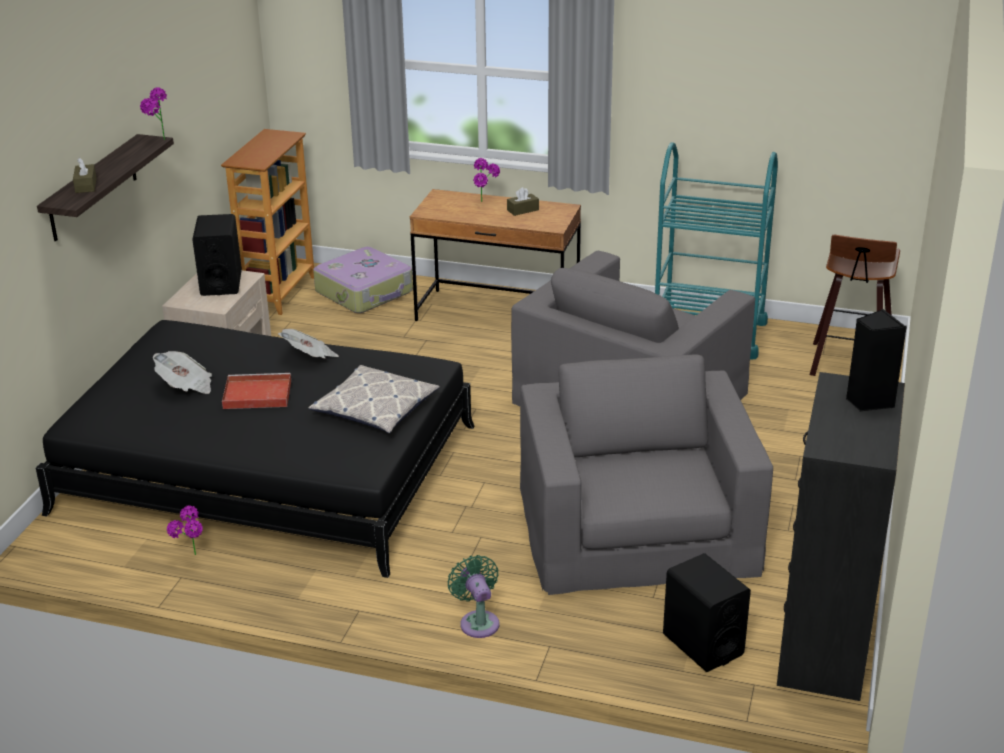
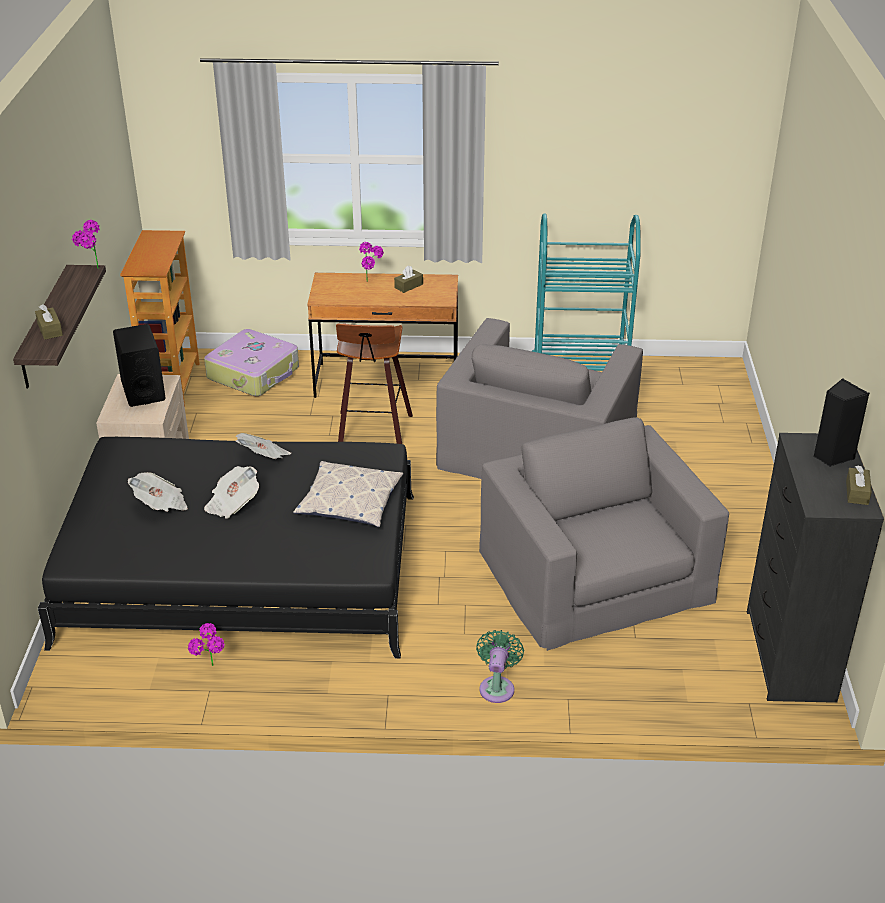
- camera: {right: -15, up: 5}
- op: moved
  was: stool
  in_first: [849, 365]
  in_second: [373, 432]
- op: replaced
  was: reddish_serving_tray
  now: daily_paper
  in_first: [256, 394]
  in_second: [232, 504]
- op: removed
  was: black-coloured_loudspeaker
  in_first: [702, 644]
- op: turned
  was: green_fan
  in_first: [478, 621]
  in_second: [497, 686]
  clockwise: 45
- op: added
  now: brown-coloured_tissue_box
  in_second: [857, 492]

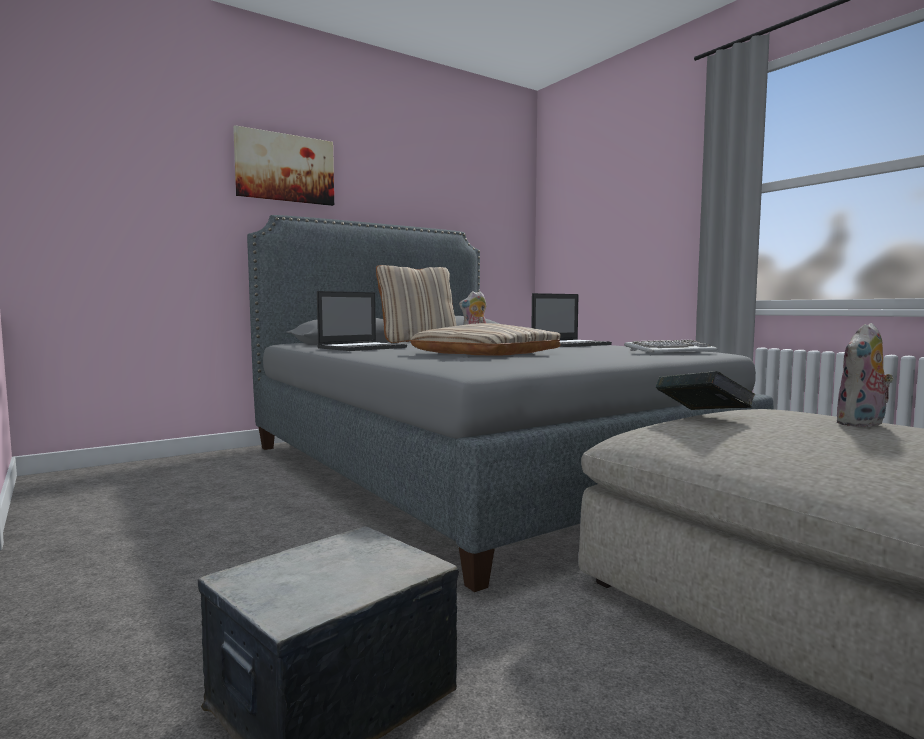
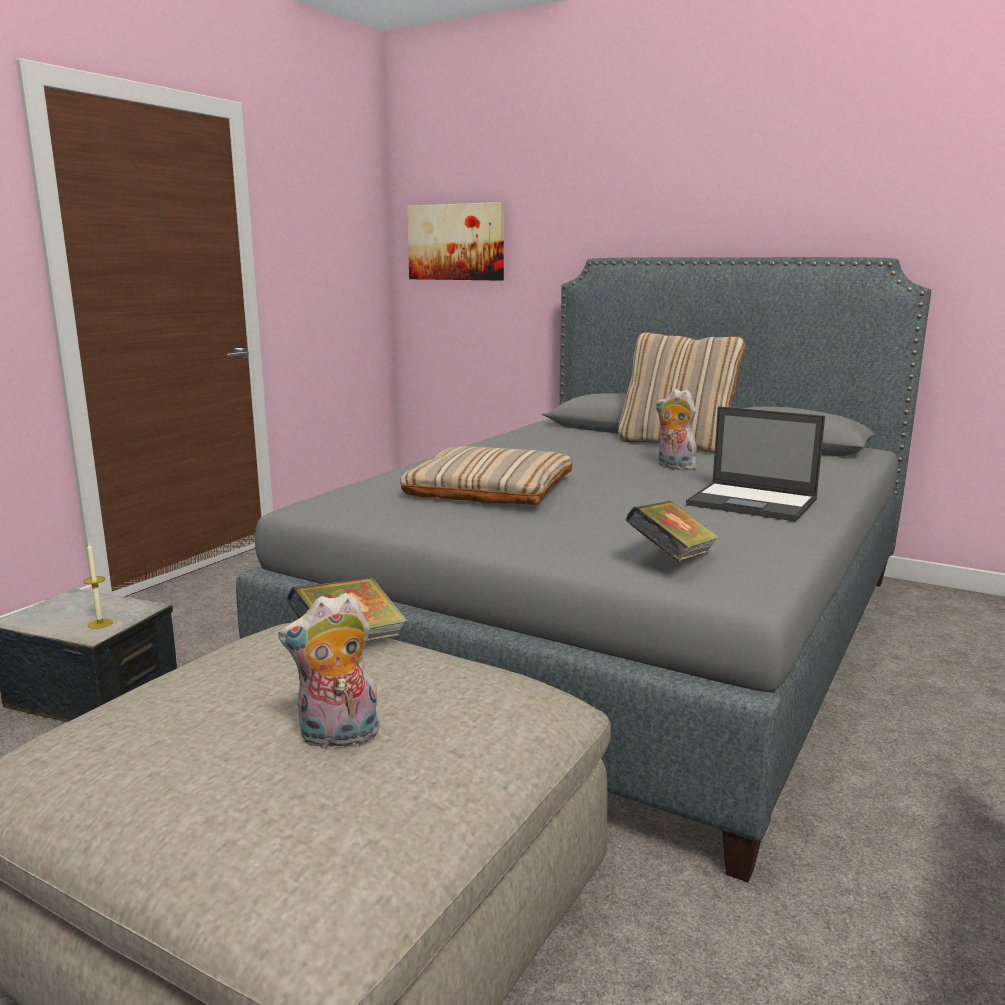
- camera: {right: 65, up: 10}
- op: moved
  was: picture
  in_first: [285, 168]
  in_second: [456, 242]
- op: removed
  was: laptop
  in_first: [363, 348]
- op: turned
  was: soft_toy
  in_first: [862, 424]
  in_second: [338, 738]
  clockwise: -45
- op: replaced
  was: PC_keyboard
  now: book
  in_first: [670, 351]
  in_second: [672, 559]
- op: added
  now: wax_light
  in_second: [100, 623]

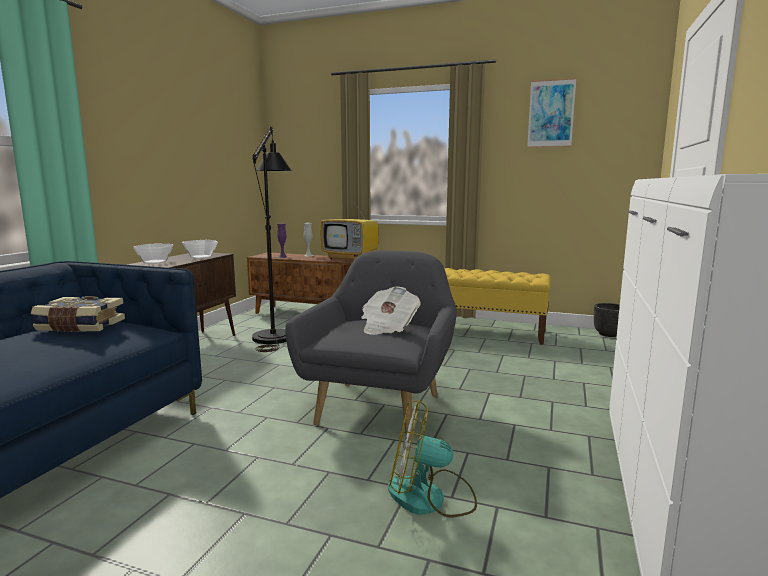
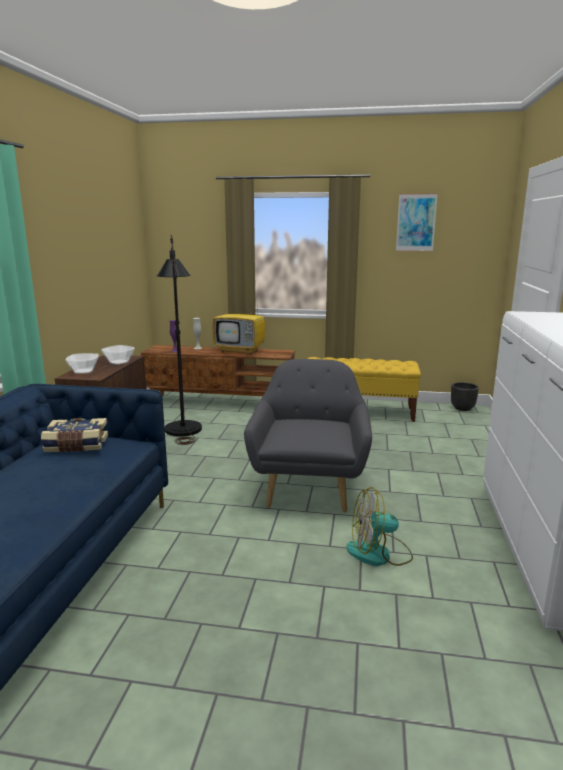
- camera: {right: -10, up: 5}
- op: removed
  was: daily_paper
  in_first: [388, 327]

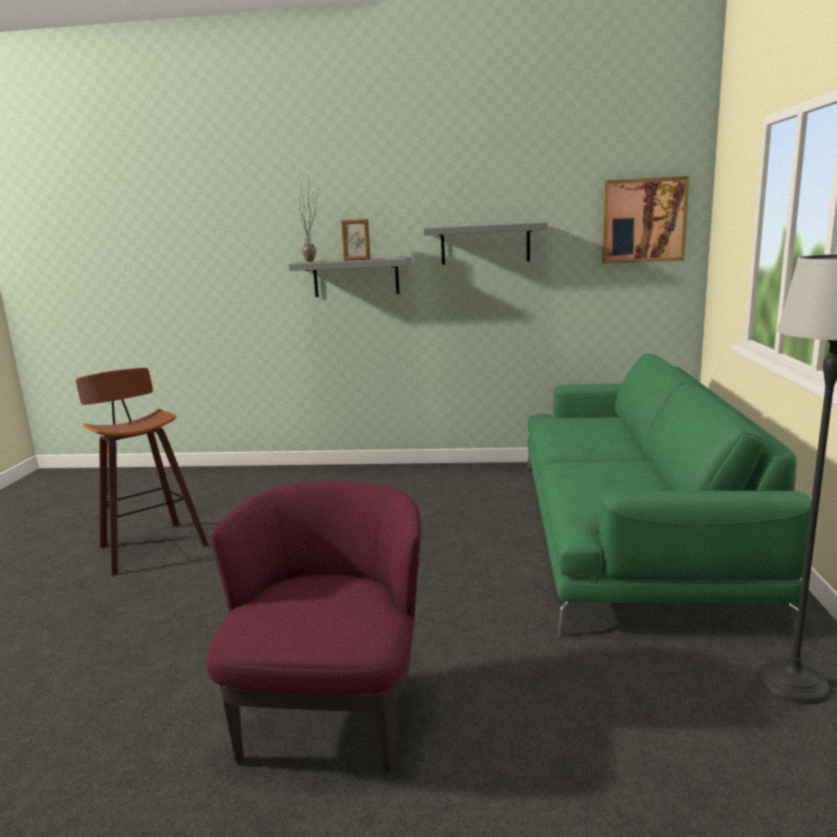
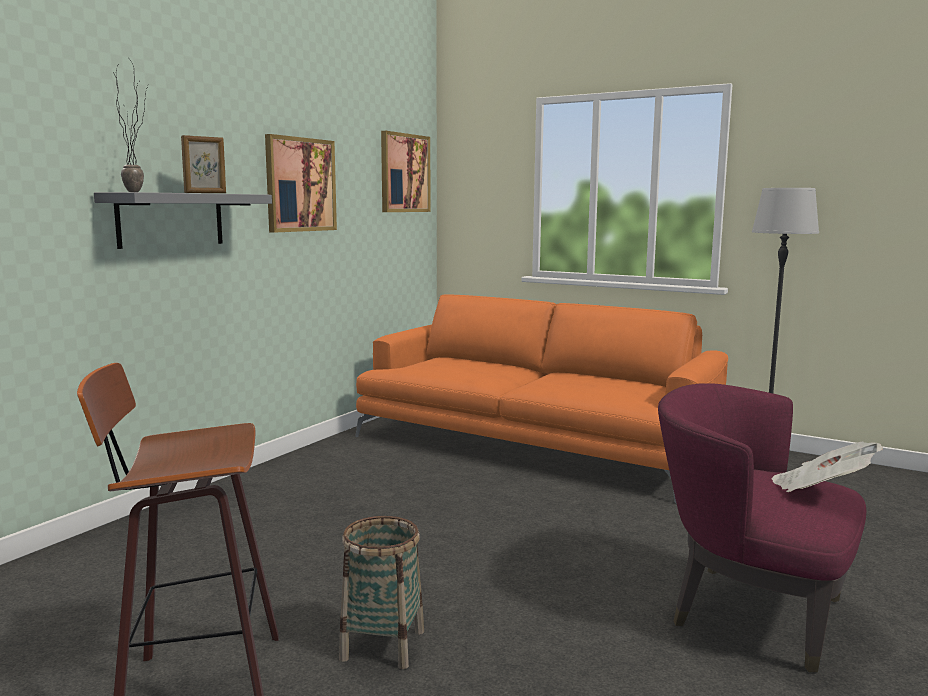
- camera: {right: -65, up: -5}
- op: replaced
  was: gray_wall_shelf
  now: picture
  in_first: [485, 244]
  in_second: [300, 185]
- op: recoloured
  was: green_sofa
  now: orange-coloured_sofa
  in_first: [628, 531]
  in_second: [535, 442]
- op: added
  now: daily_paper
  in_second: [820, 490]
- op: added
  now: basket
  in_second: [382, 645]

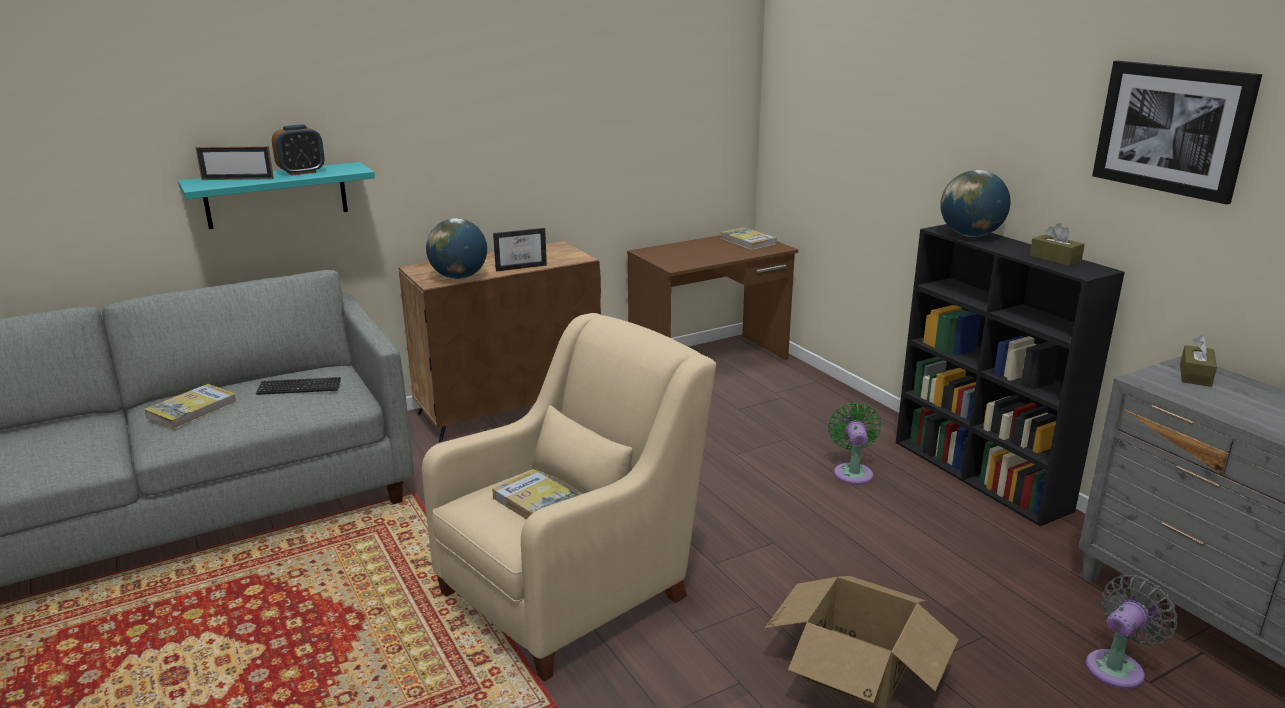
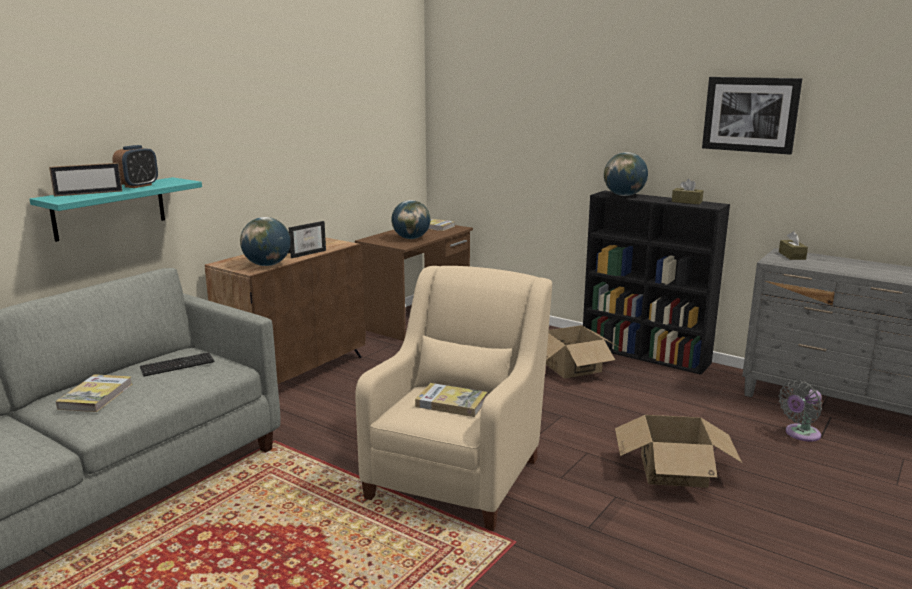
- camera: {right: -25, up: -5}
- op: replaced
  was: green_fan
  now: packing_box
  in_first: [852, 472]
  in_second: [571, 367]
- op: turned
  was: gray_fan
  in_first: [1118, 667]
  in_second: [800, 434]
  clockwise: -150
- op: added
  now: world_globe
  in_second: [411, 238]

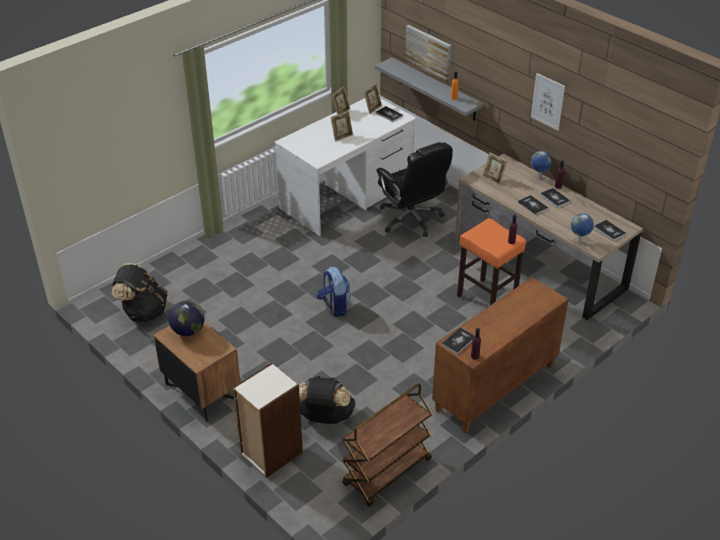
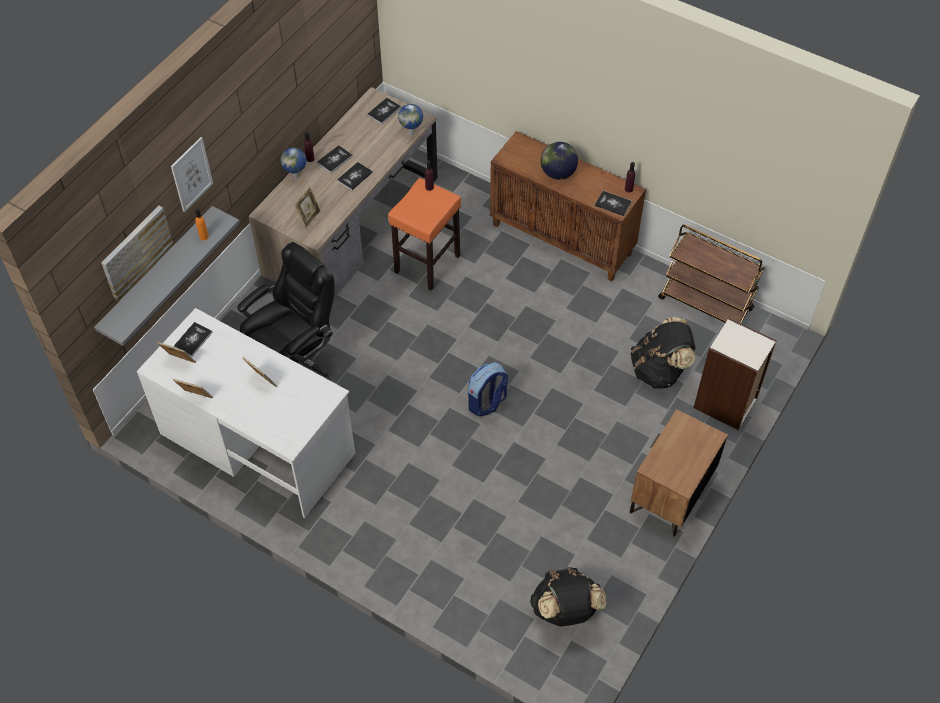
- camera: {right: -105, up: 15}
- op: moved
  was: picture
  in_first: [547, 101]
  in_second: [191, 174]
- op: moved
  was: world_globe
  in_first: [188, 331]
  in_second: [558, 173]

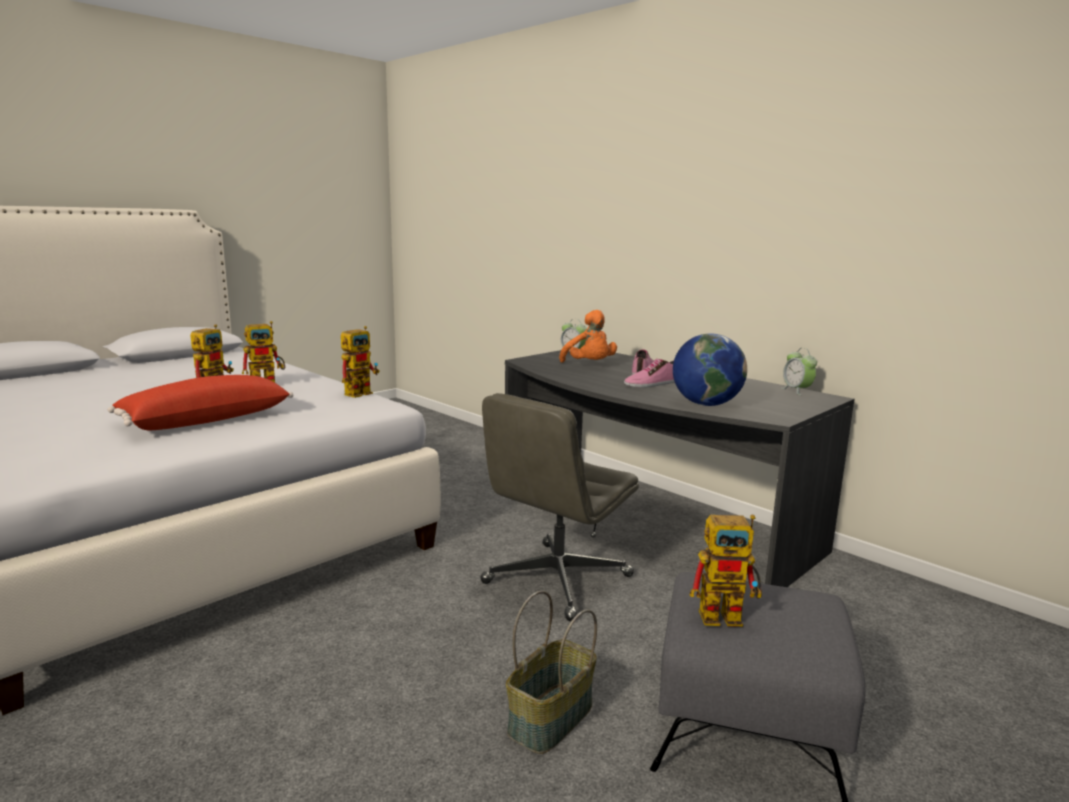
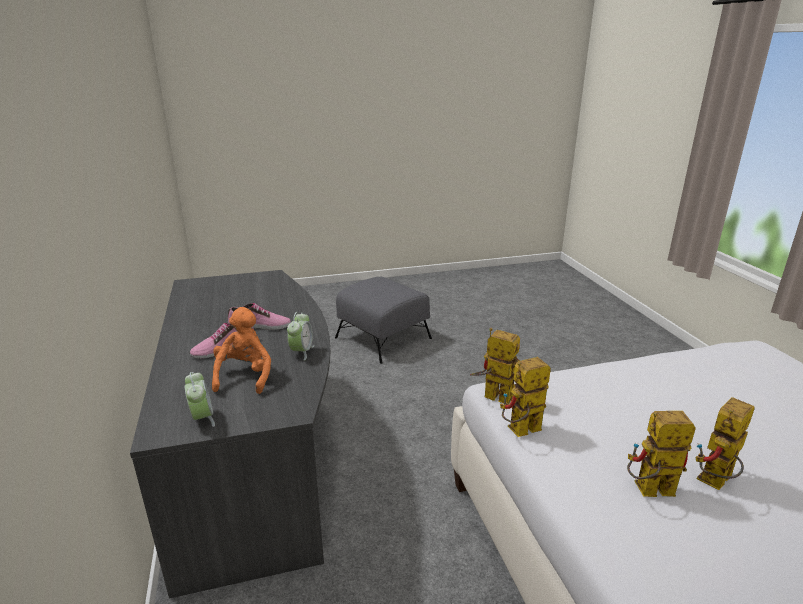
- camera: {right: -150, up: 10}
- op: removed
  was: world_globe
  in_first: [706, 404]
- op: moved
  was: alarm_clock
  in_first: [797, 391]
  in_second: [301, 352]
- op: removed
  was: reddish_cushion
  in_first: [206, 420]
- op: removed
  was: gray_office_chair
  in_first: [557, 580]
- op: moved
  was: model_robot
  in_first: [729, 615]
  in_second: [491, 396]
- op: removed
  was: basket
  in_first: [551, 719]

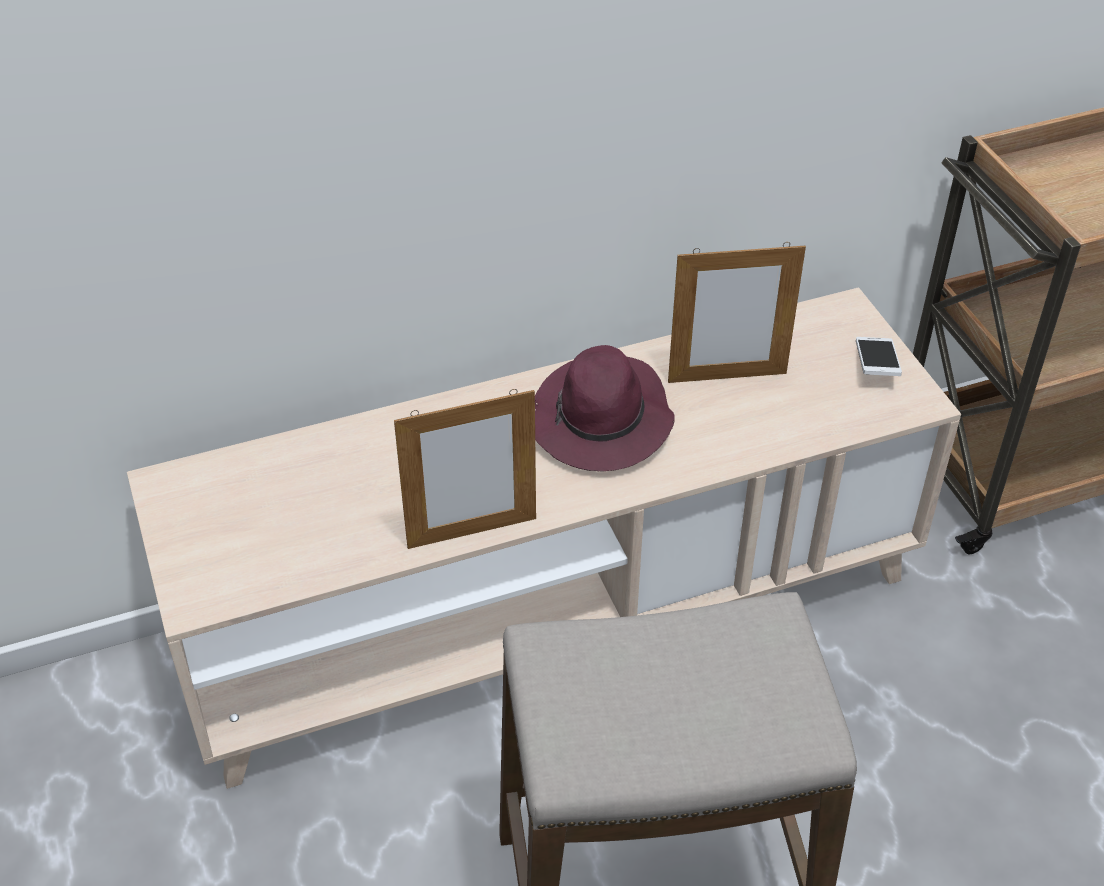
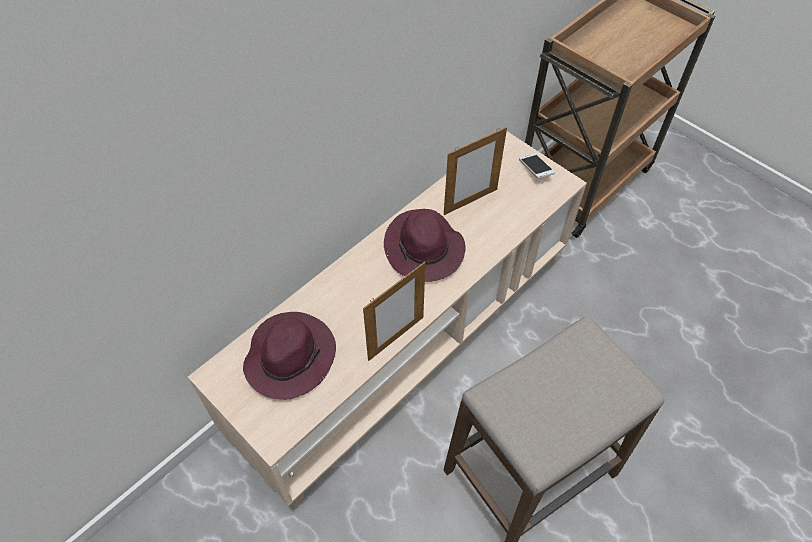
- camera: {right: -25, up: 10}
- op: added
  now: purplish_hat
  in_second: [290, 356]

